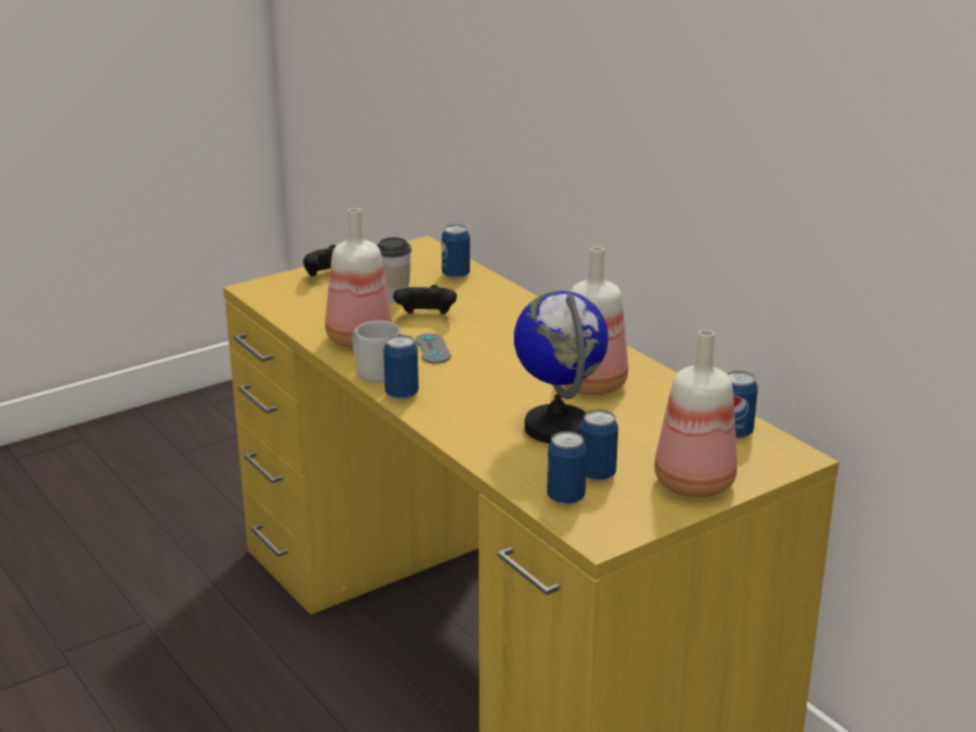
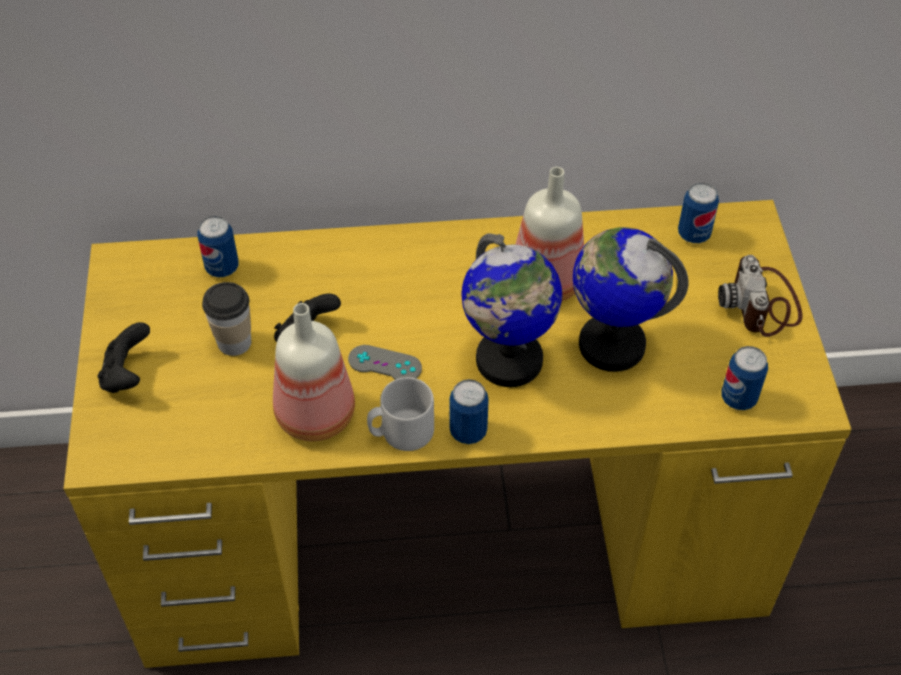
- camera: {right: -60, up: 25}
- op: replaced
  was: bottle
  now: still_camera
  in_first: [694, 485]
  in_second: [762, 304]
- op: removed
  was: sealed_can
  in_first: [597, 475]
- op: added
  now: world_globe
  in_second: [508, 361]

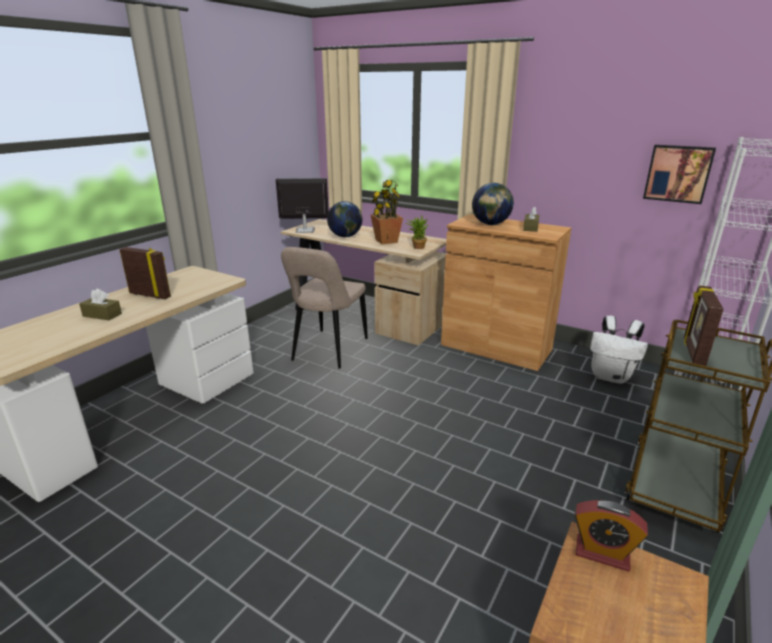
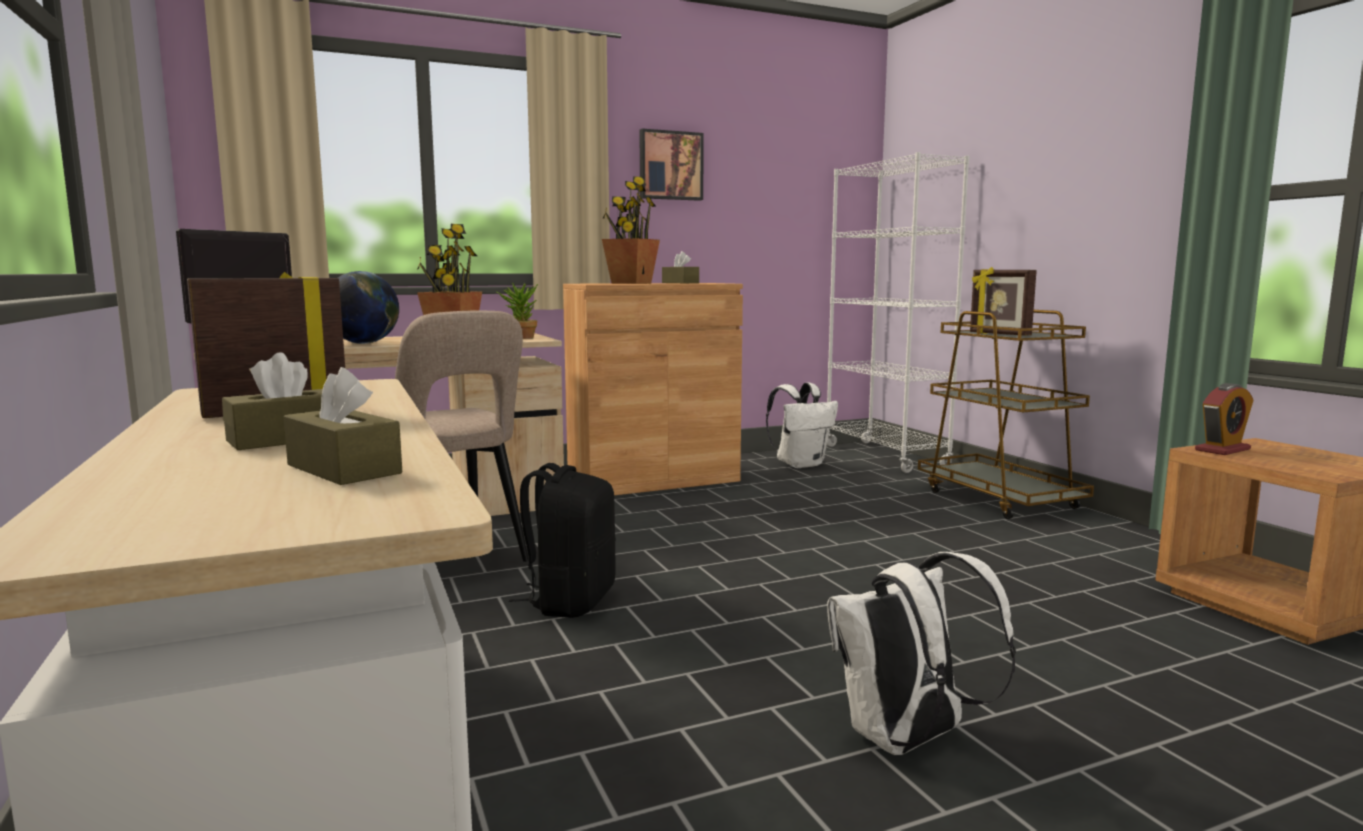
- camera: {right: -55, up: -15}
- op: moved
  was: picture
  in_first: [678, 173]
  in_second: [670, 165]
- op: replaced
  was: world_globe
  now: potted_plant
  in_first: [490, 224]
  in_second: [631, 283]
- op: added
  now: brown-coloured_tissue_box
  in_second: [344, 469]
- op: added
  now: black-coloured_rucksack
  in_second: [570, 601]
- op: added
  now: white_rucksack
  in_second: [907, 741]

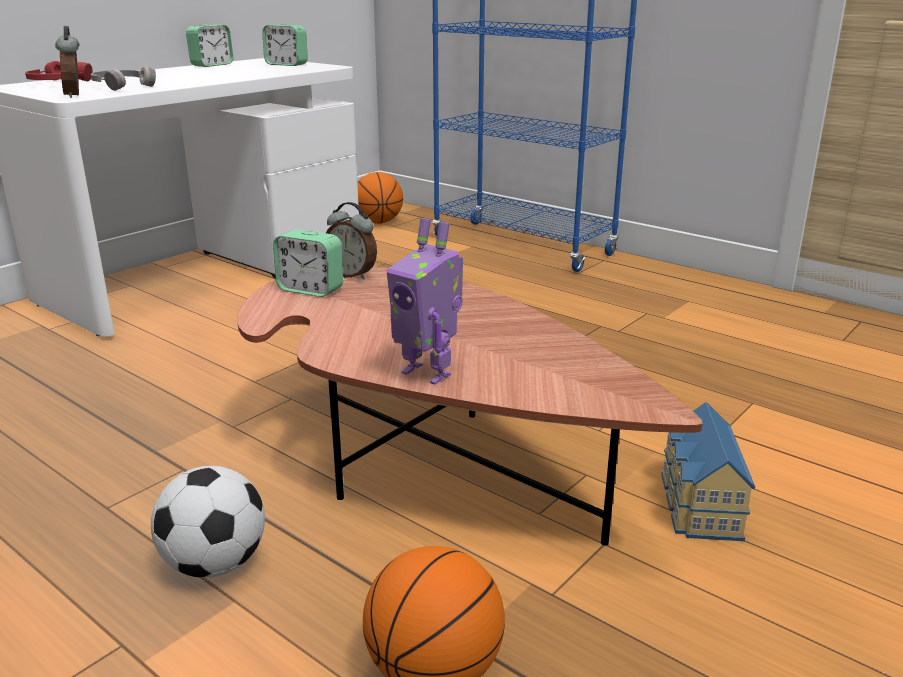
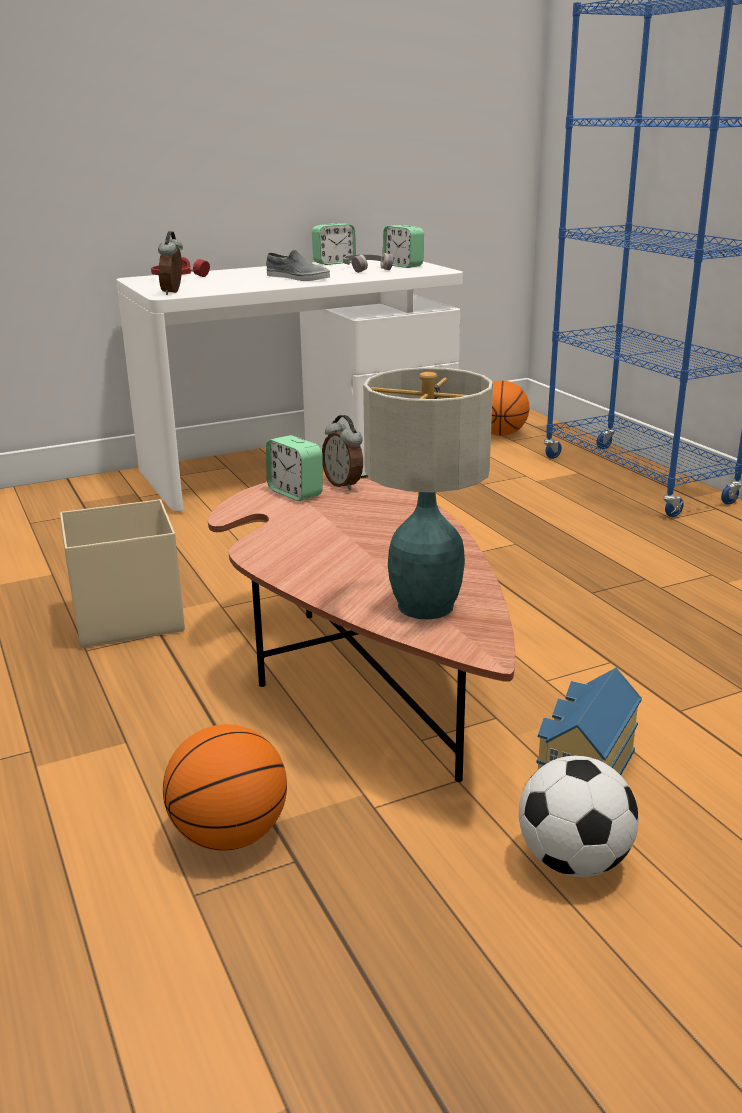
- camera: {right: 25, up: 0}
- op: moved
  was: gray_pair_of_headphones
  in_first: [122, 86]
  in_second: [366, 269]
- op: removed
  was: model_robot
  in_first: [428, 372]
- op: moved
  was: football
  in_first: [215, 564]
  in_second: [573, 861]
- op: added
  now: gray_item_of_footwear
  in_second: [297, 278]
- op: added
  now: tabletop_lamp
  in_second: [424, 605]
- op: added
  now: beige_storage_container
  in_second: [126, 618]

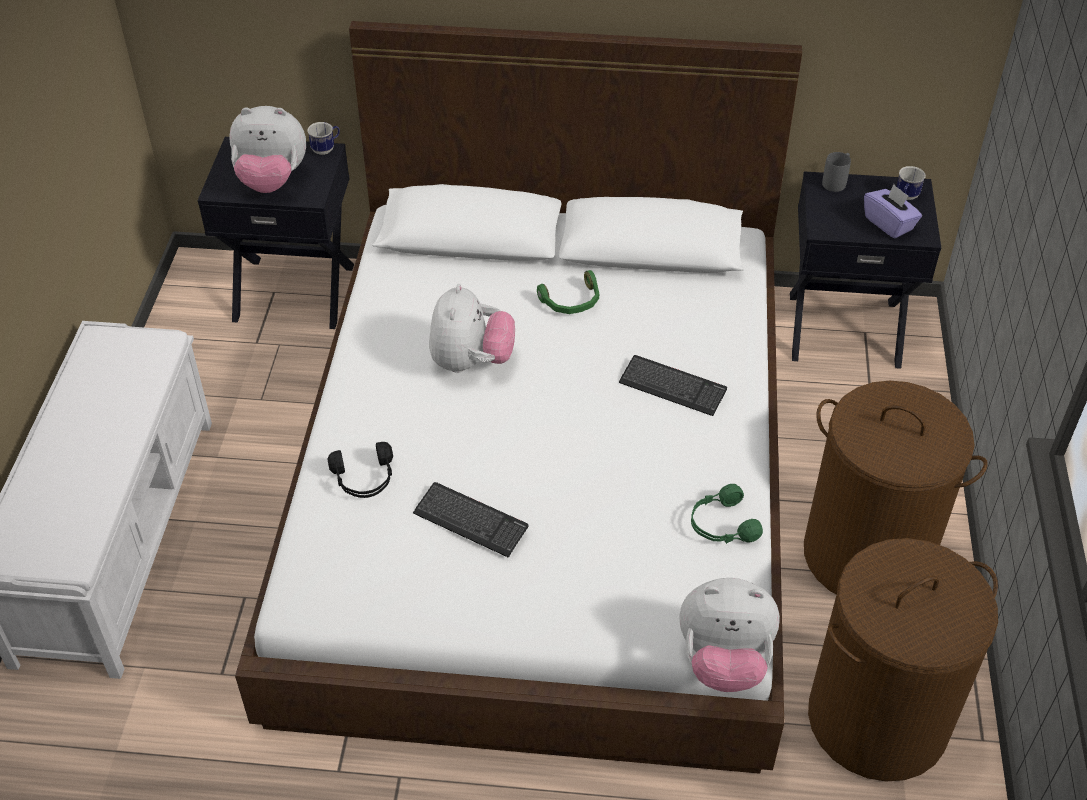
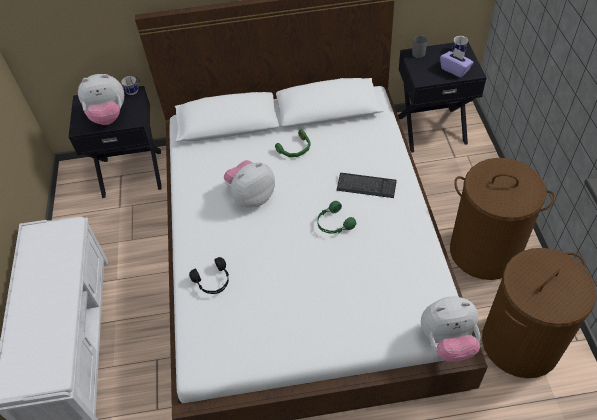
- camera: {right: -10, up: 5}
- op: turned
  was: soft_toy
  in_first: [471, 362]
  in_second: [251, 196]
  clockwise: -120
- op: removed
  was: PC_keyboard
  in_first: [470, 521]
- op: moved
  was: green_pair_of_headphones
  in_first: [721, 525]
  in_second: [333, 223]

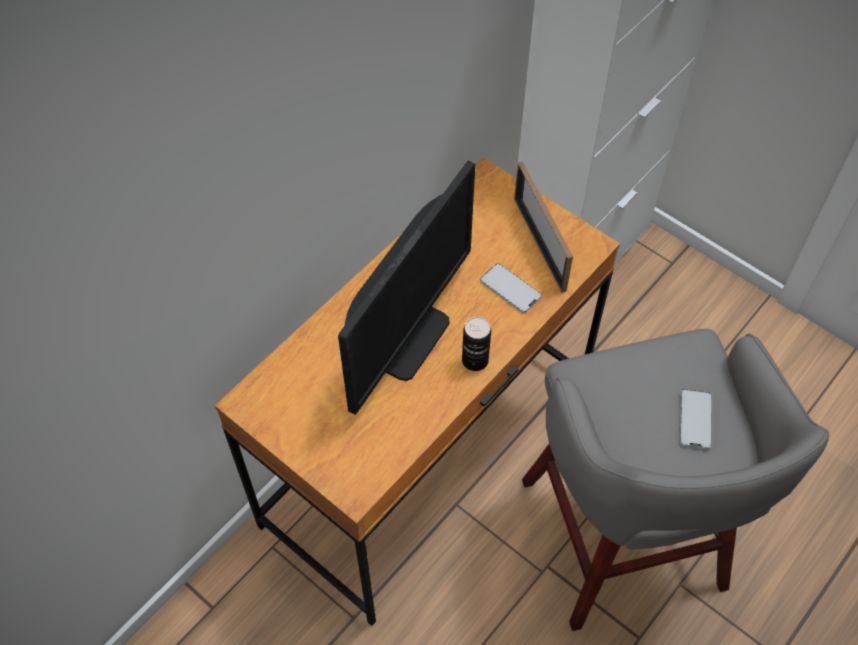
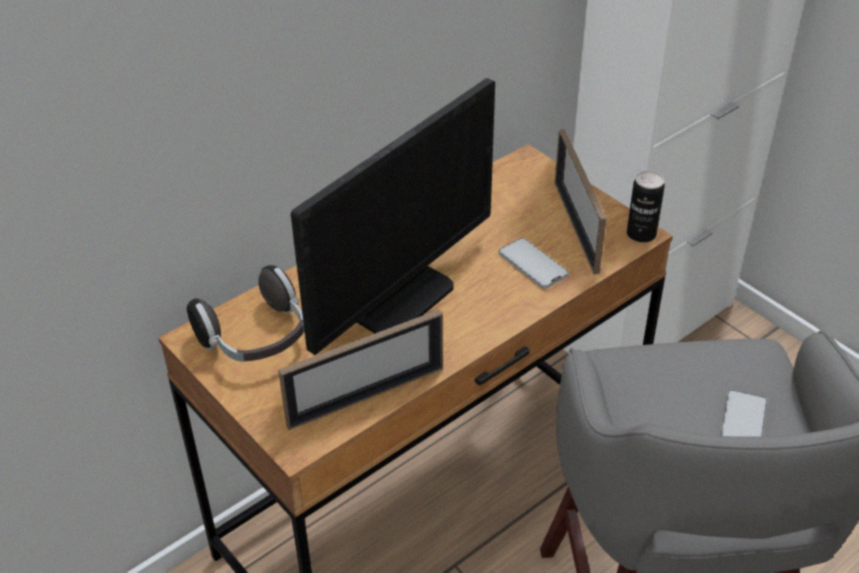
- camera: {right: 10, up: -15}
- op: moved
  was: sealed_can
  in_first: [475, 360]
  in_second: [641, 234]
- op: added
  now: pair_of_headphones
  in_second: [256, 339]
- op: added
  now: picture_frame
  in_second: [366, 396]

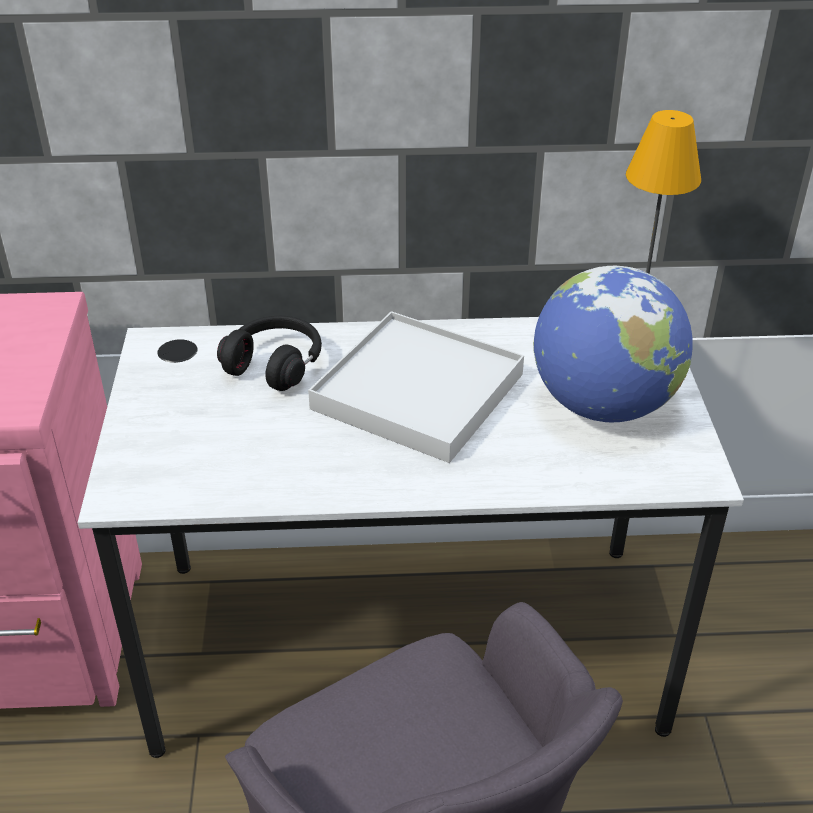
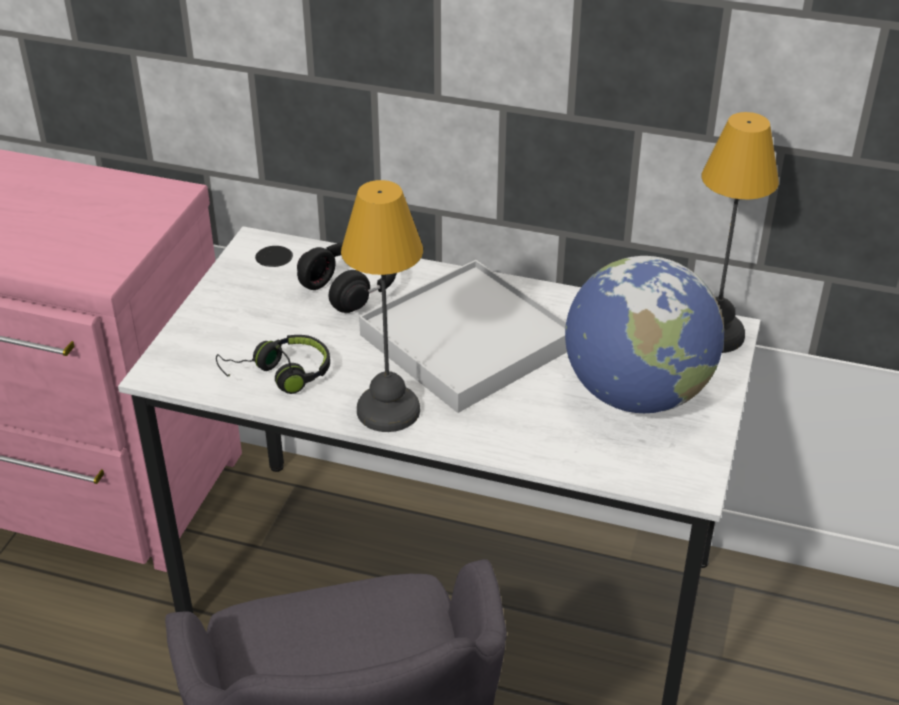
- camera: {right: 20, up: 0}
- op: added
  now: tabletop_lamp
  in_second: [388, 409]
- op: added
  now: black-coloured_pair_of_headphones
  in_second: [280, 374]

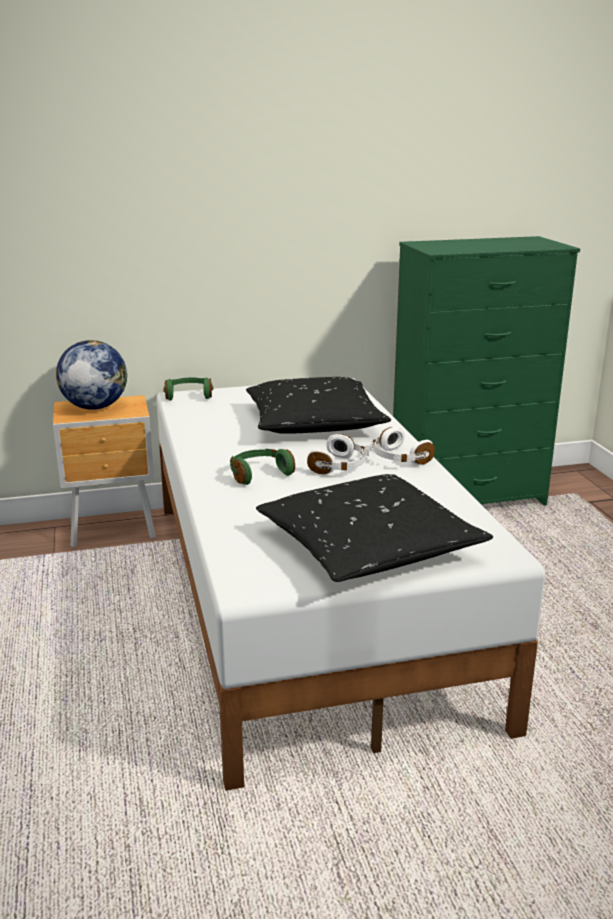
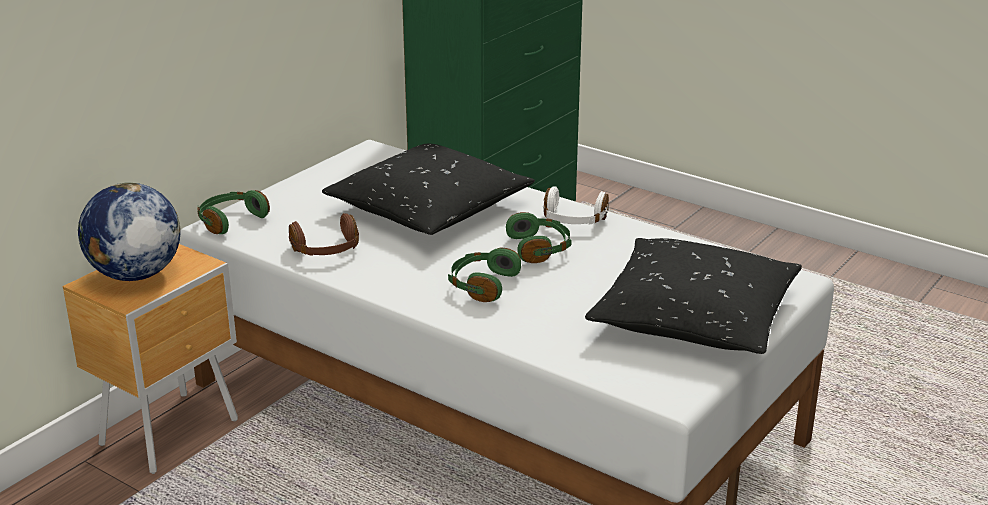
- camera: {right: -40, up: 5}
- op: recoloured
  was: white_pair_of_headphones
  now: green_pair_of_headphones
  in_first: [340, 467]
  in_second: [540, 248]
- op: added
  now: brown-coloured_pair_of_headphones
  in_second: [327, 250]

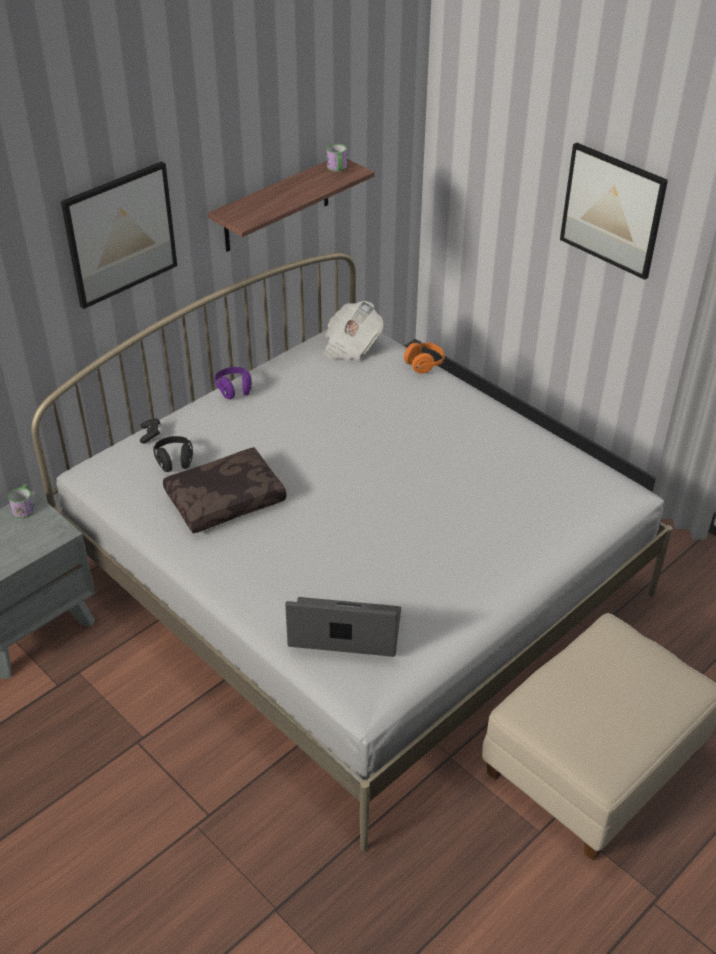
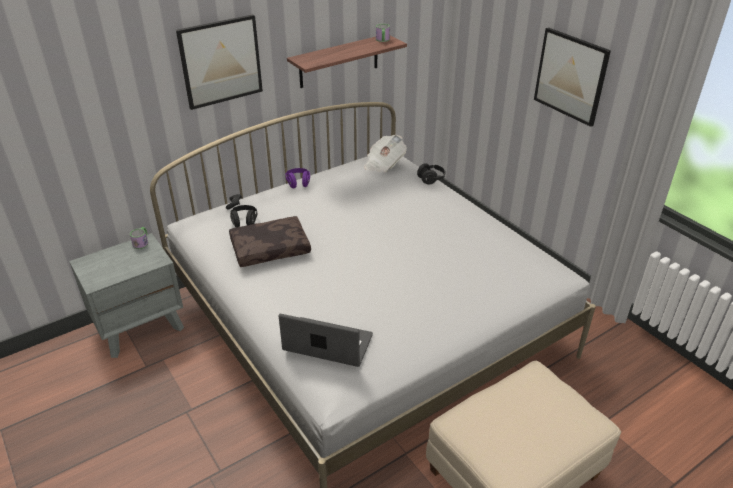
- camera: {right: 10, up: -5}
- op: recoloured
  was: orange-coloured_pair_of_headphones
  now: black-coloured_pair_of_headphones
  in_first: [424, 365]
  in_second: [431, 179]

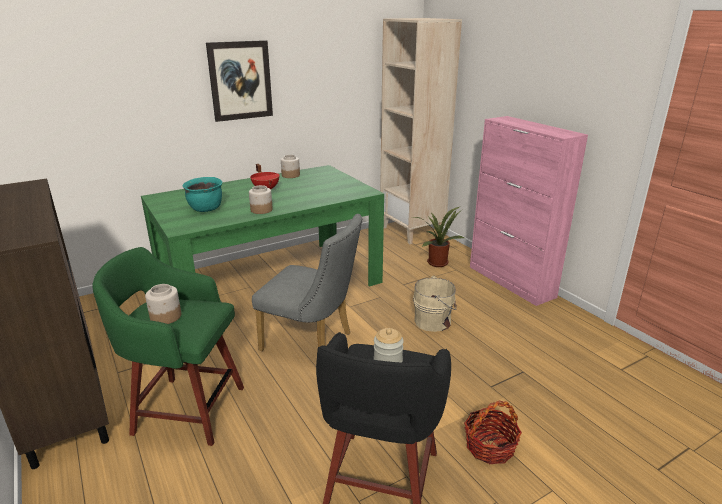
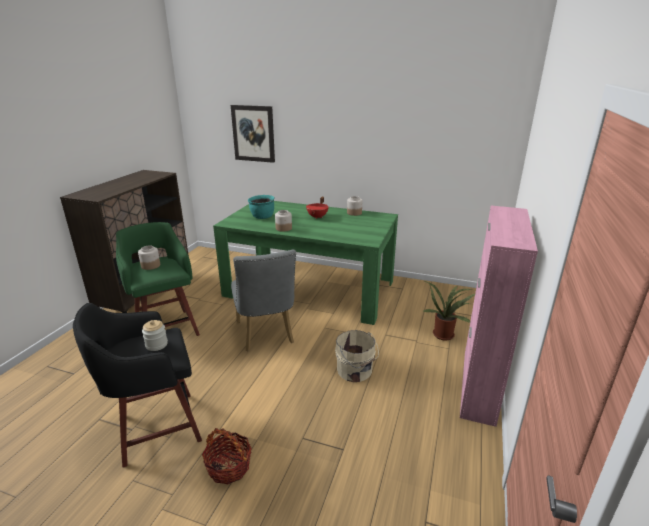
- camera: {right: 50, up: 0}
- op: removed
  was: beige_bookshelf
  in_first: [412, 231]
- op: moved
  was: picture
  in_first: [240, 80]
  in_second: [253, 133]

